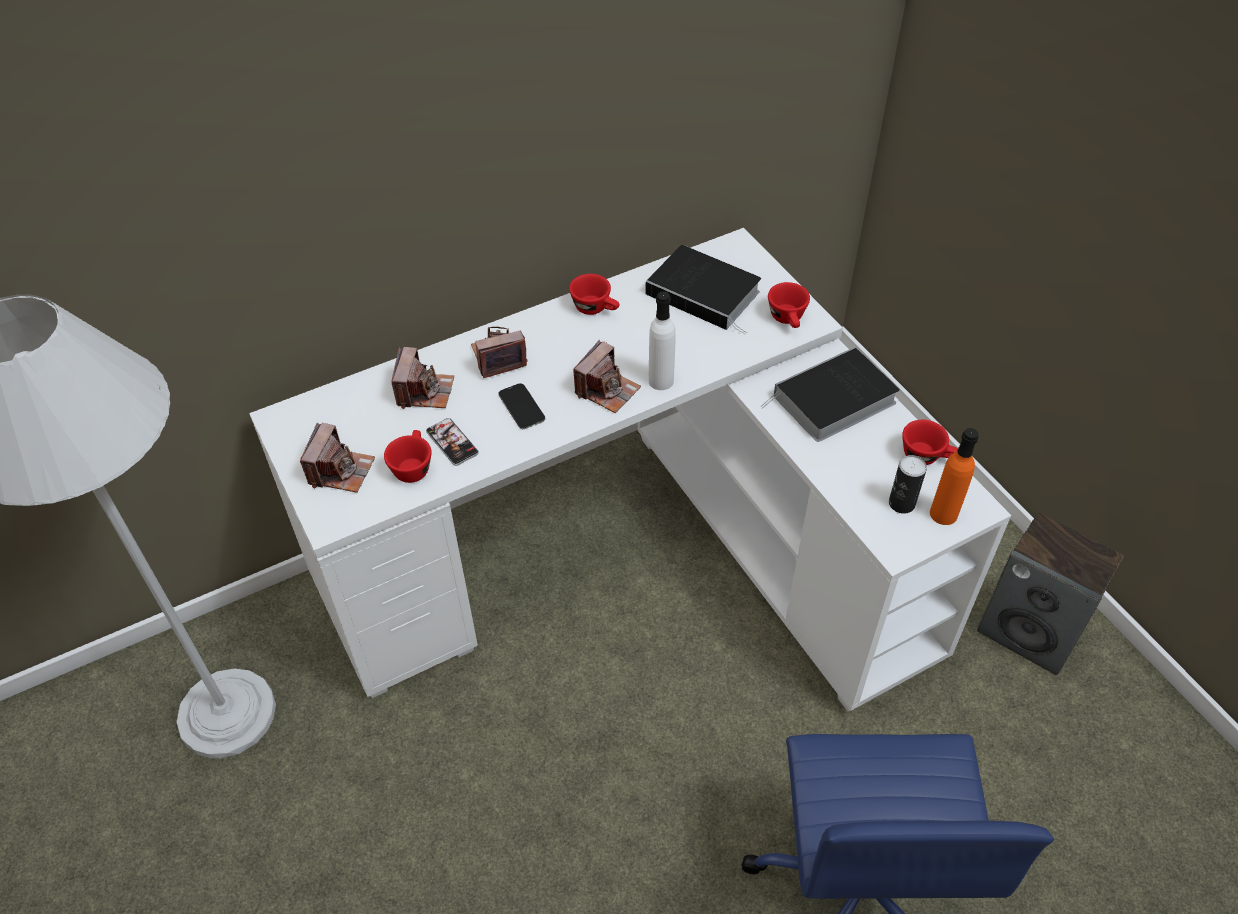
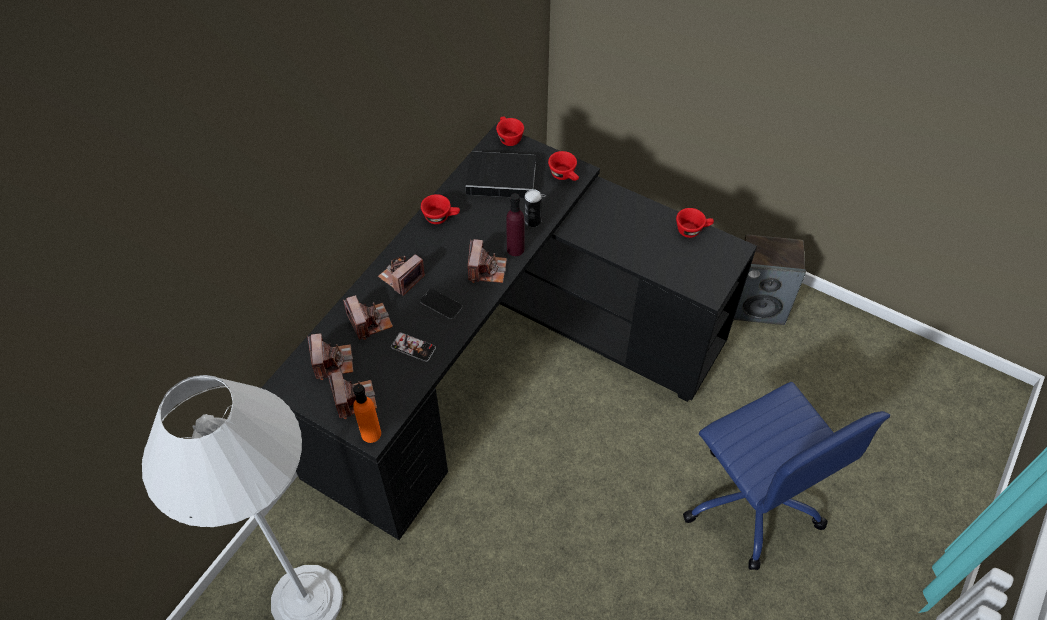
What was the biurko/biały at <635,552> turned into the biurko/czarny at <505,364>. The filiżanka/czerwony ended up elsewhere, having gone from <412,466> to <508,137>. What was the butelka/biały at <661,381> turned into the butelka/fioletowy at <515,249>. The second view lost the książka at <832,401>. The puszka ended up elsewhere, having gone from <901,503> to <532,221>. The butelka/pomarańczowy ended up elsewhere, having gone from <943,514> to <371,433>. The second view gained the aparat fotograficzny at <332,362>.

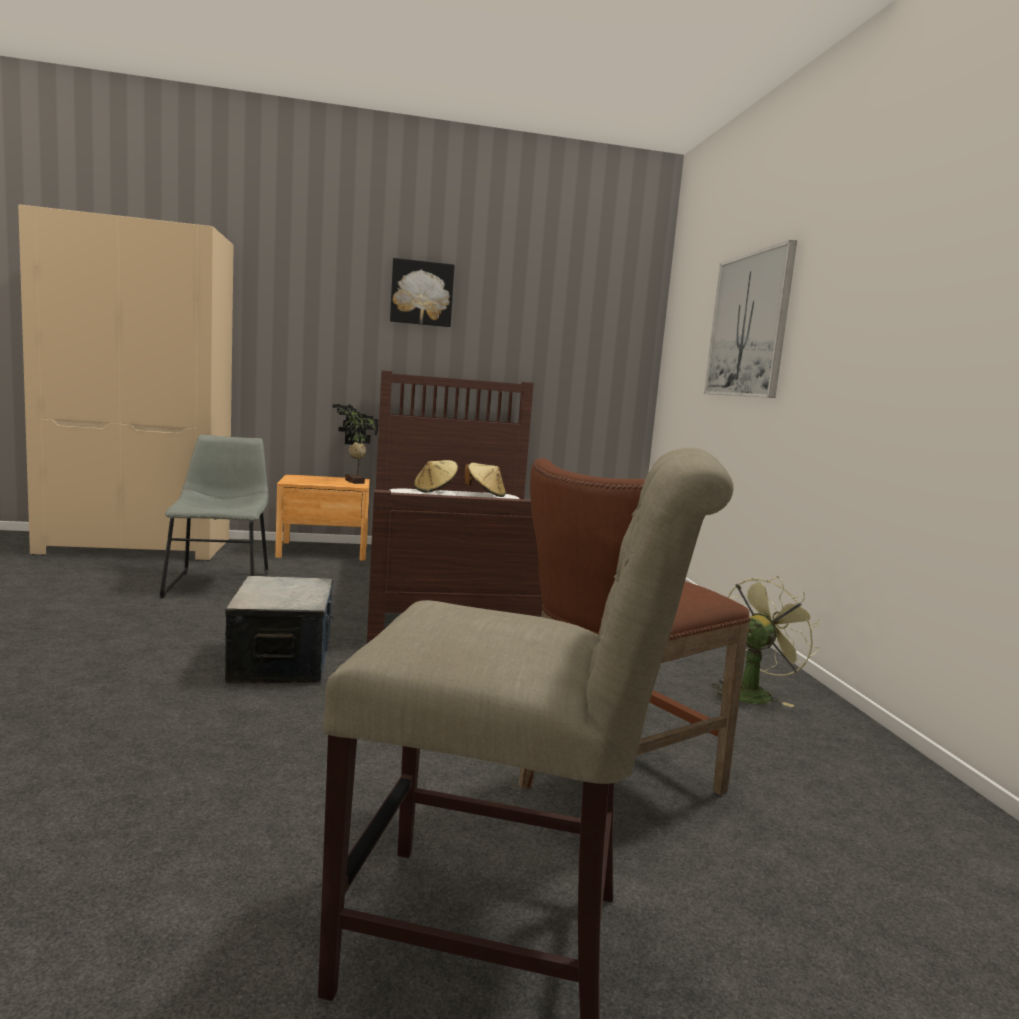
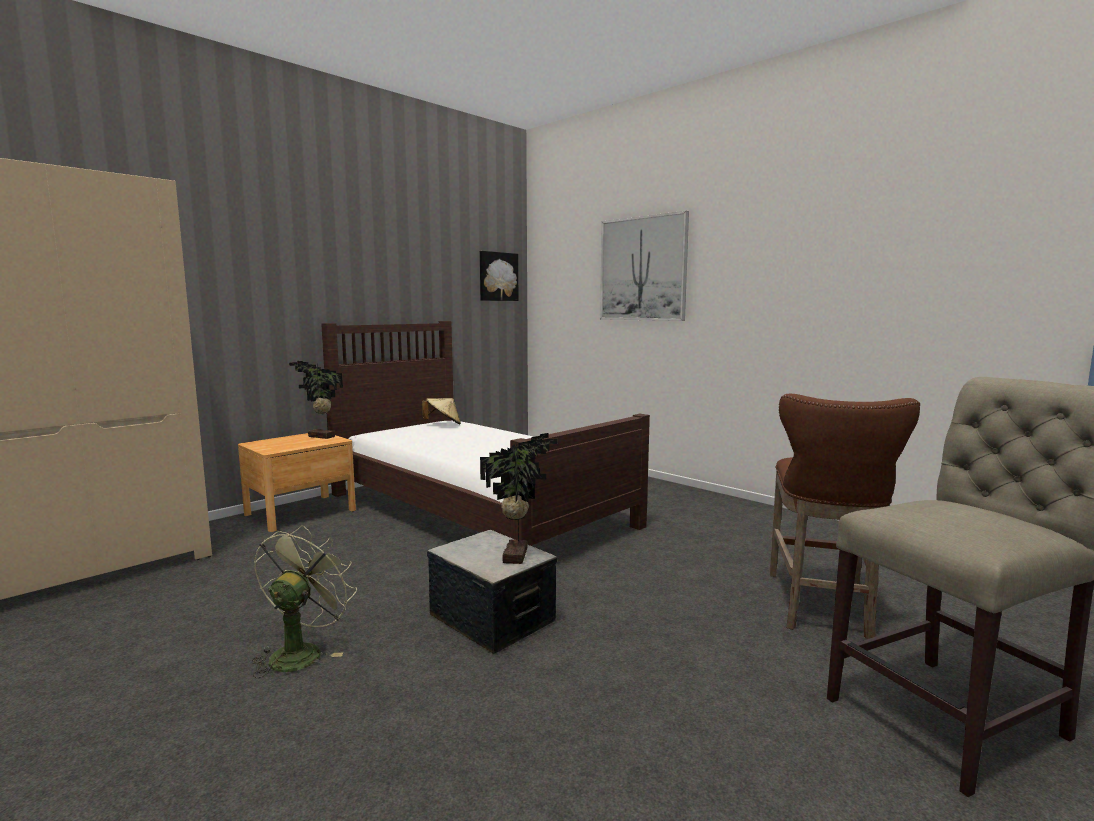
The second view lost the krzesło/szary at <219,583>. The obraz ended up elsewhere, having gone from <421,293> to <497,276>. The second view lost the kapelusz/beżowy at <435,490>. The wentylator/zielony ended up elsewhere, having gone from <753,692> to <301,652>. The second view gained the roślina doniczkowa at <518,555>.

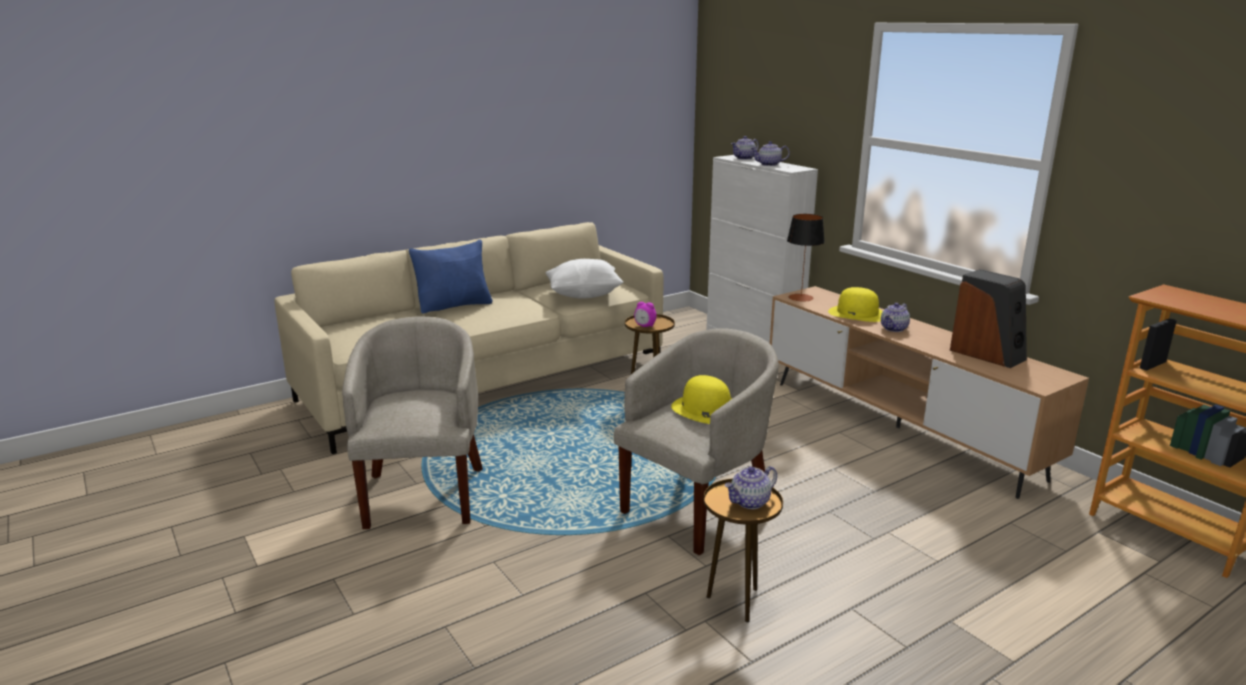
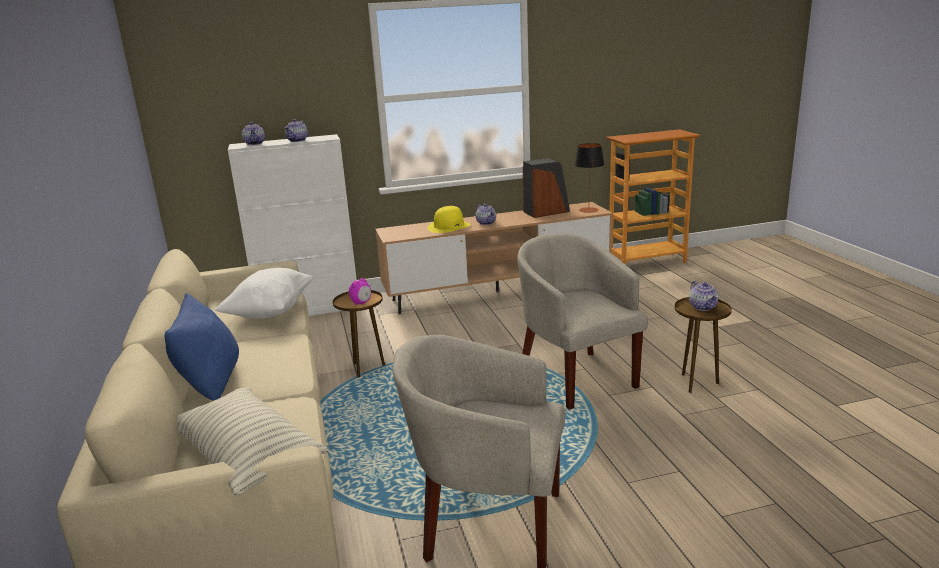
The second view lost the kapelusz/żółty at <705,409>. The lampa stołowa ended up elsewhere, having gone from <801,297> to <588,210>. The second view gained the poduszka at <246,456>.

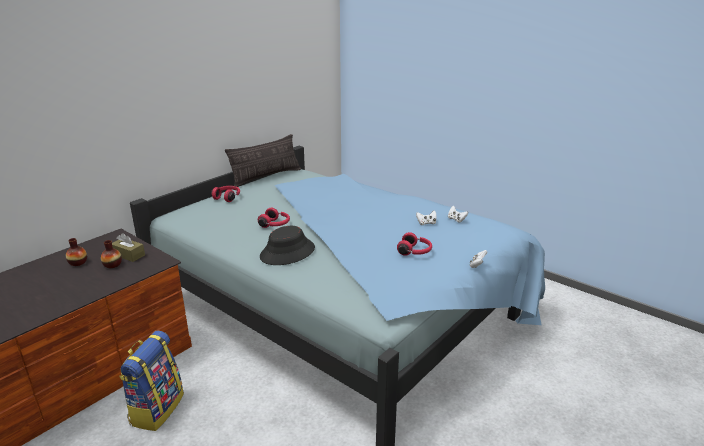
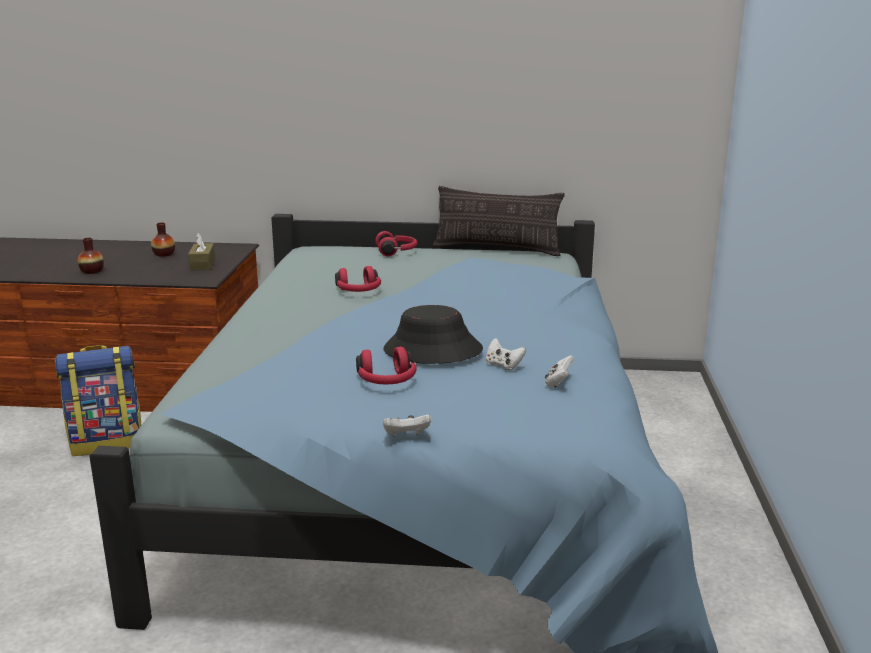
The wazon ended up elsewhere, having gone from <112,265> to <92,271>. The kapelusz/czarny ended up elsewhere, having gone from <287,252> to <432,350>.

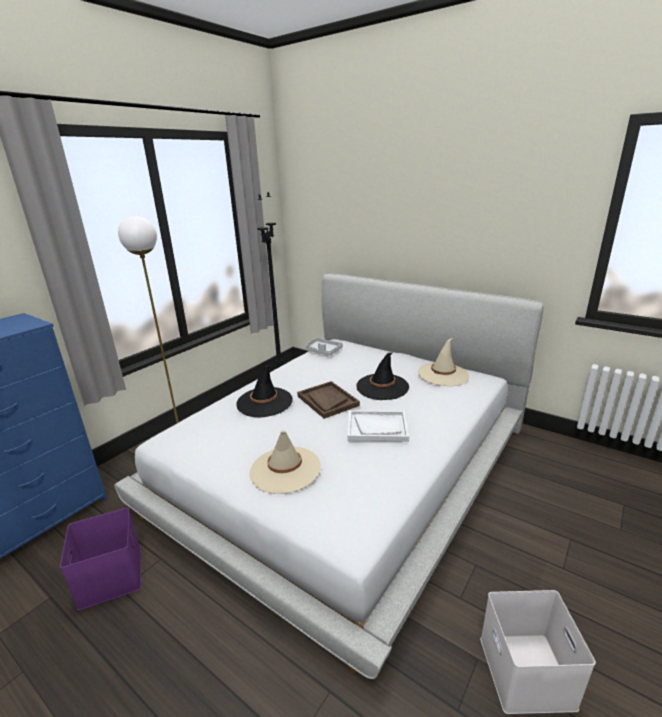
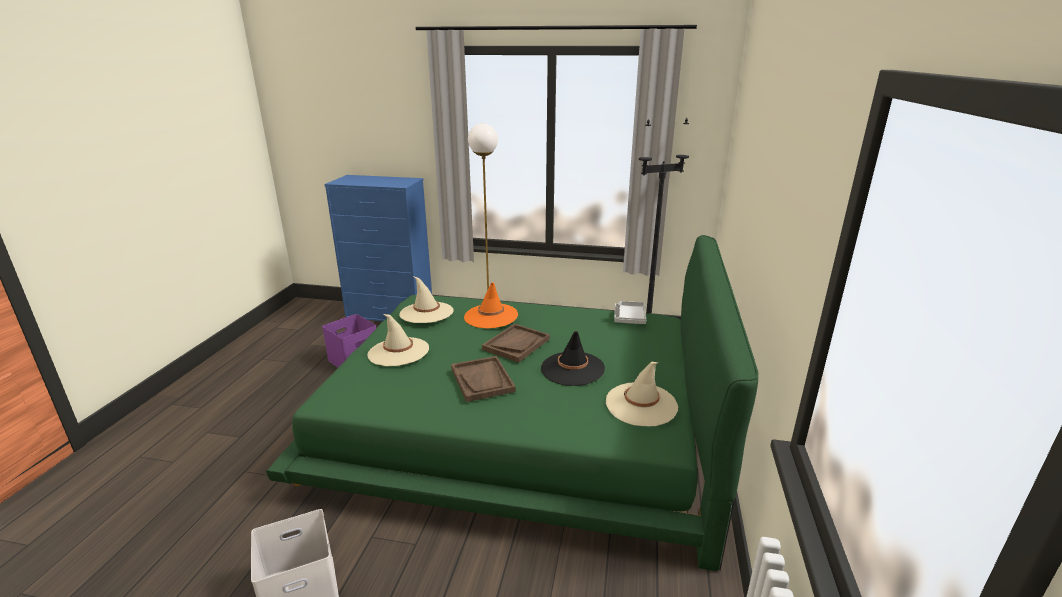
What was the łóżko/biały at <346,464> turned into the łóżko/zielony at <523,423>. What was the kapelusz/czarny at <264,402> turned into the kapelusz/pomarańczowy at <491,316>. What was the taca/biały at <377,427> turned into the taca/brązowy at <482,380>. The second view gained the kapelusz/beżowy at <426,313>.

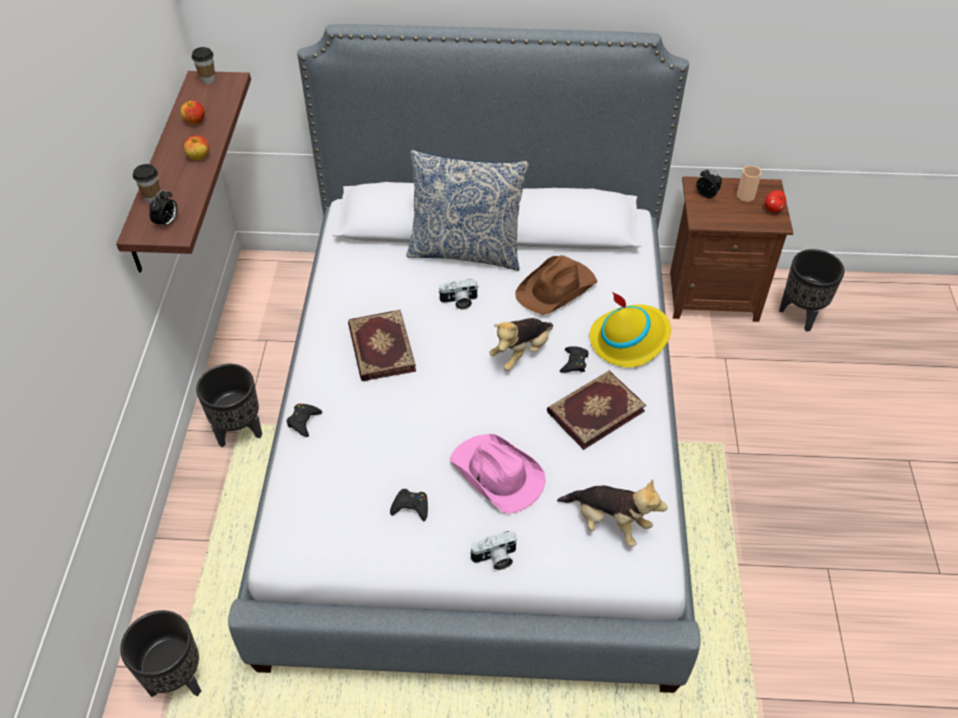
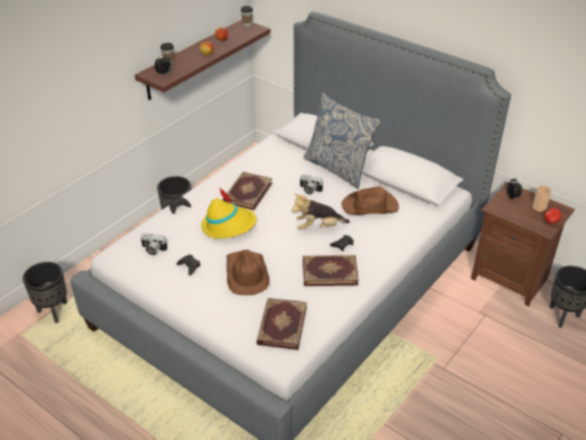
What was the kapelusz/różowy at <497,475> turned into the kapelusz/brązowy at <246,274>. The aparat fotograficzny ended up elsewhere, having gone from <495,558> to <153,249>. Where the pluszak stood at <609,523>, the książka came to stand at <281,325>. The kapelusz/żółty ended up elsewhere, having gone from <629,339> to <228,225>.

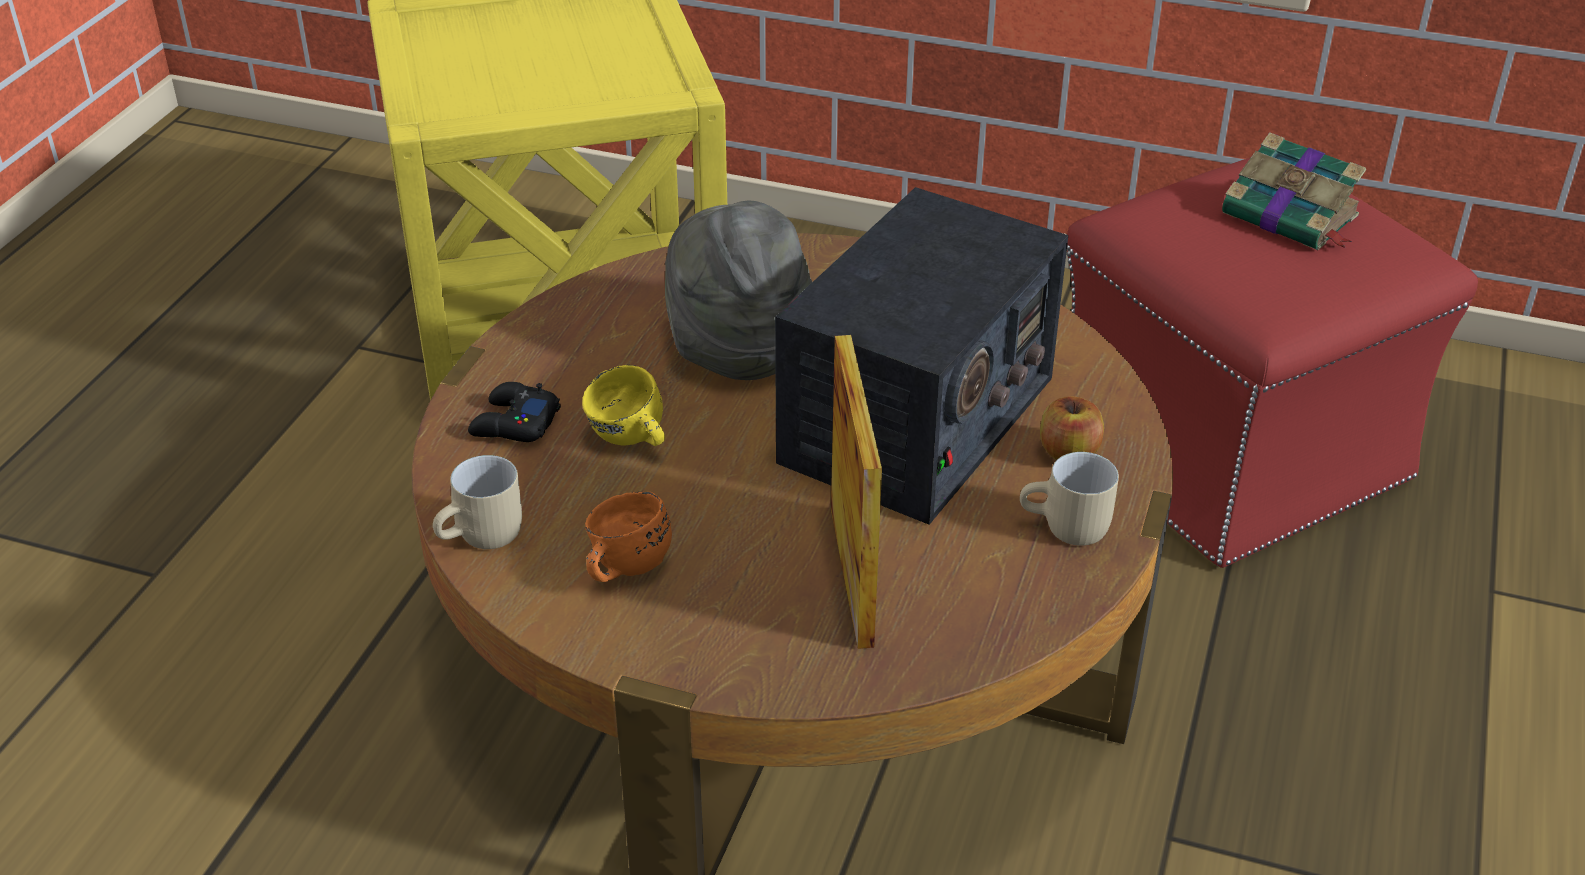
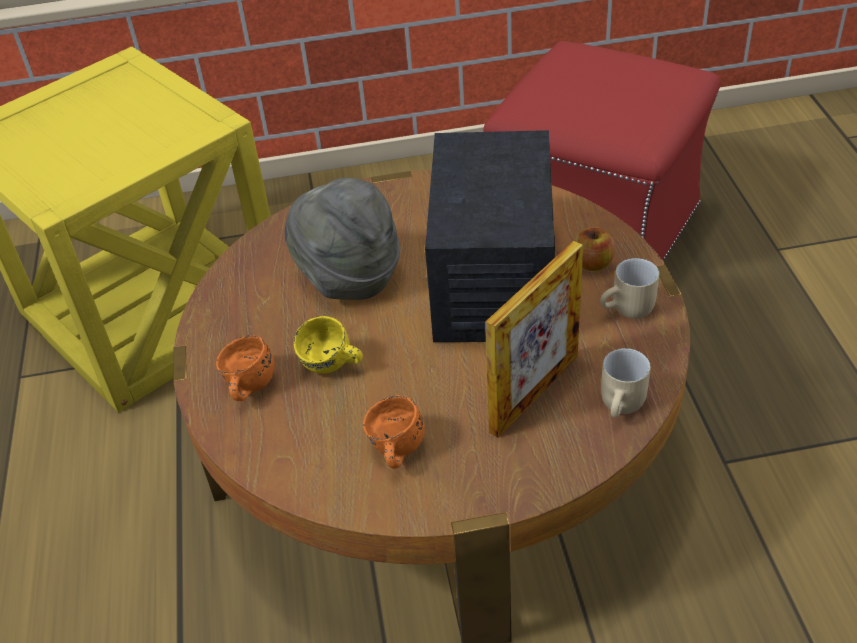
The kubek/beżowy ended up elsewhere, having gone from <484,538> to <624,406>. Where the pad do gier/czarny stood at <514,423>, the kubek/pomarańczowy came to stand at <247,387>. The ramka na zdjęcie at <851,576> ended up facing another way, 75 degrees clockwise from before. The second view lost the książka at <1292,216>.

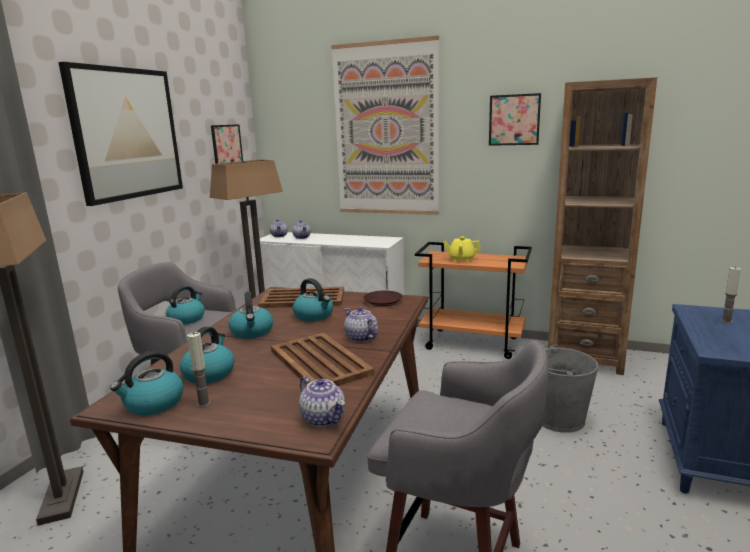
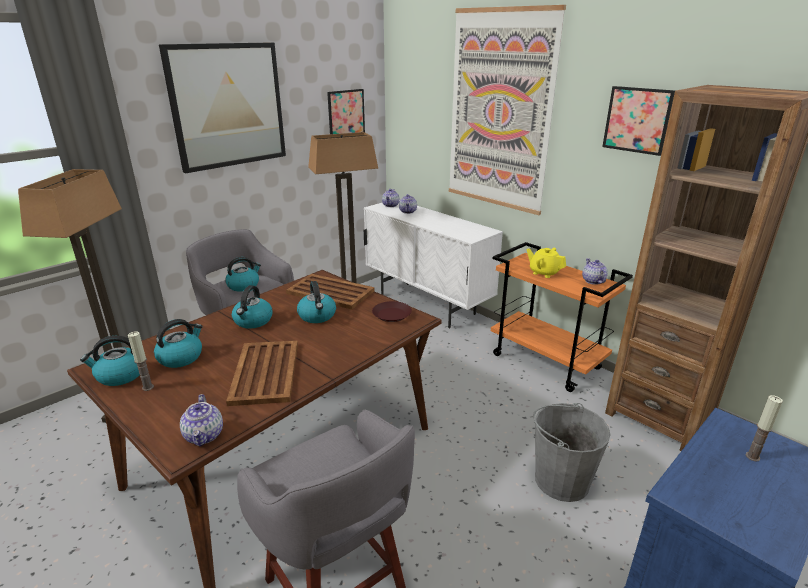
The imbryk ended up elsewhere, having gone from <360,337> to <592,281>.

